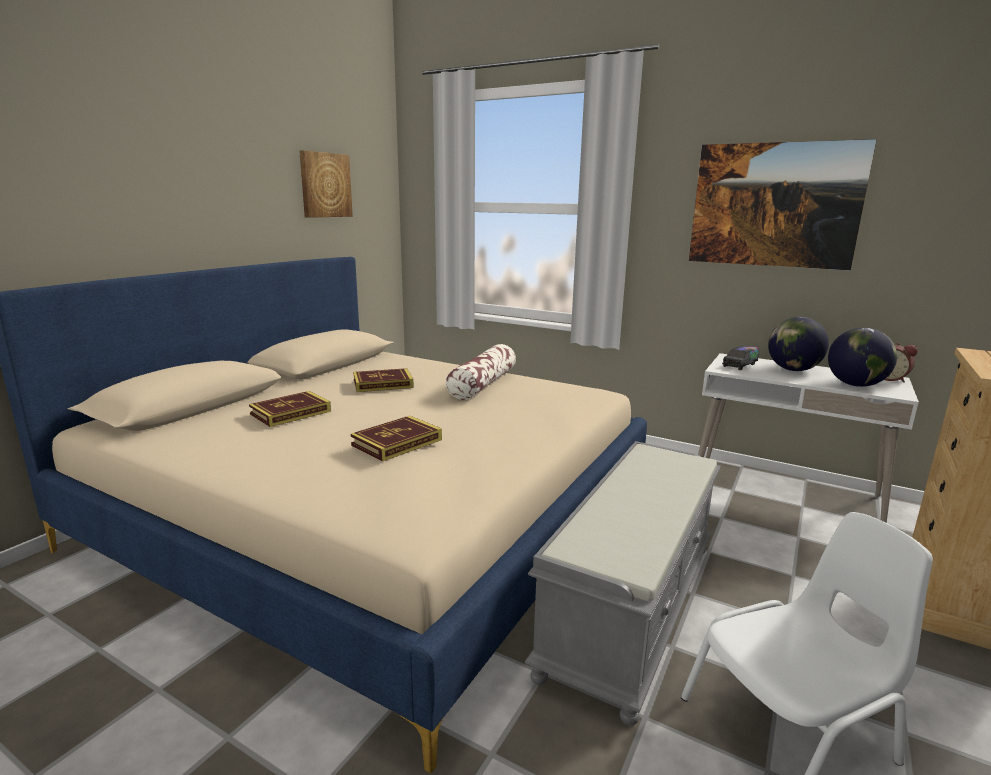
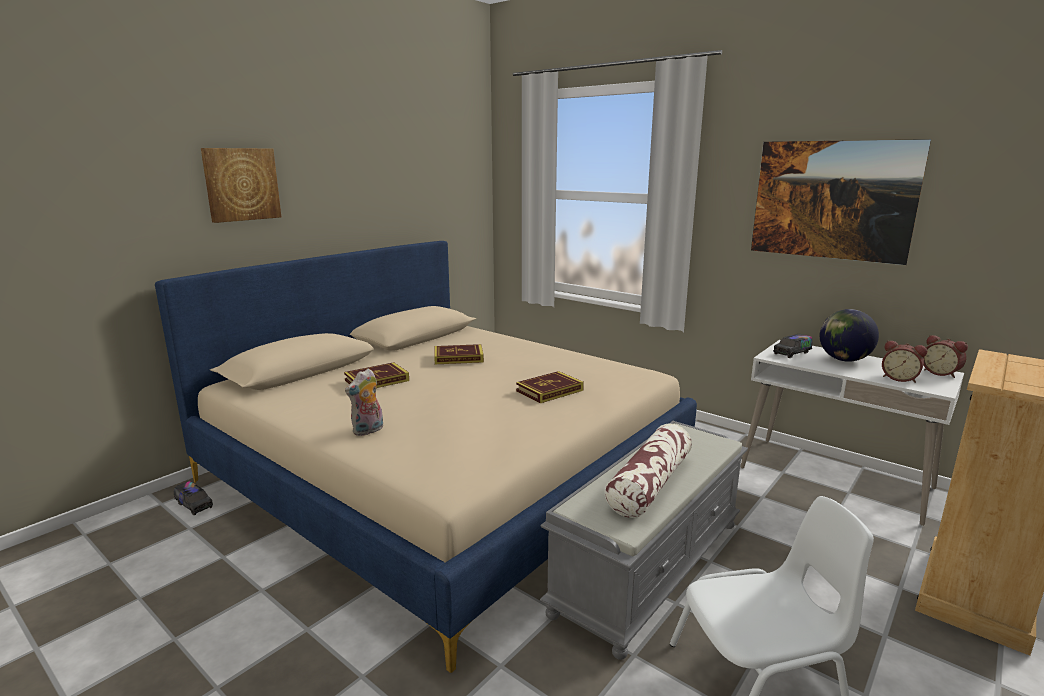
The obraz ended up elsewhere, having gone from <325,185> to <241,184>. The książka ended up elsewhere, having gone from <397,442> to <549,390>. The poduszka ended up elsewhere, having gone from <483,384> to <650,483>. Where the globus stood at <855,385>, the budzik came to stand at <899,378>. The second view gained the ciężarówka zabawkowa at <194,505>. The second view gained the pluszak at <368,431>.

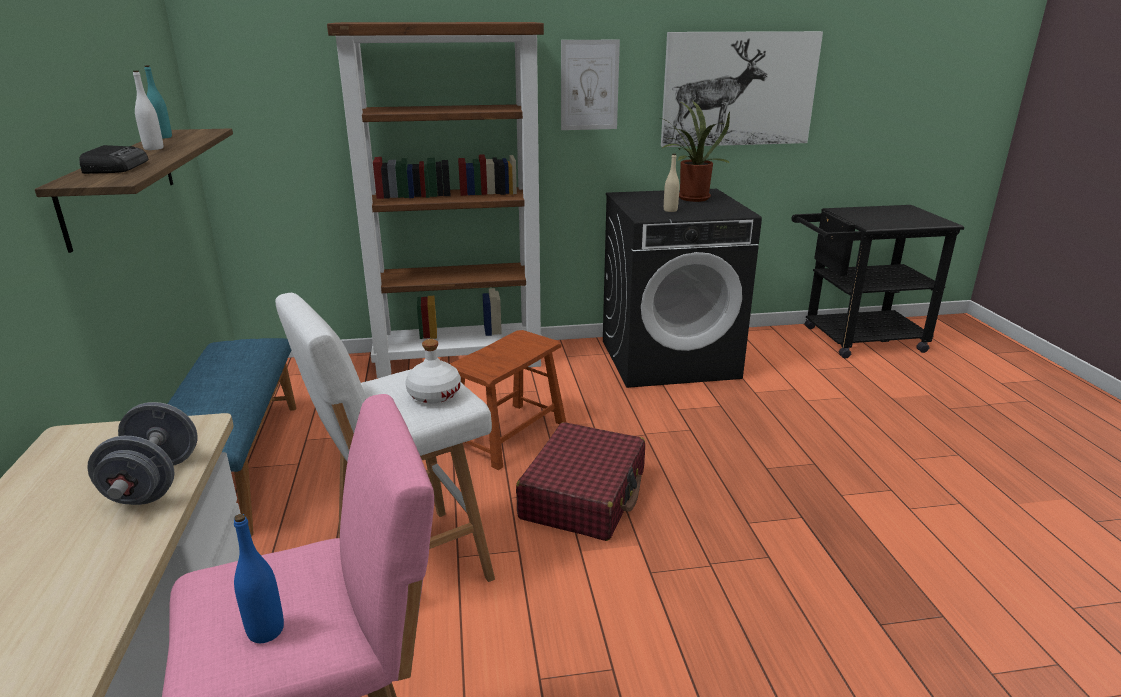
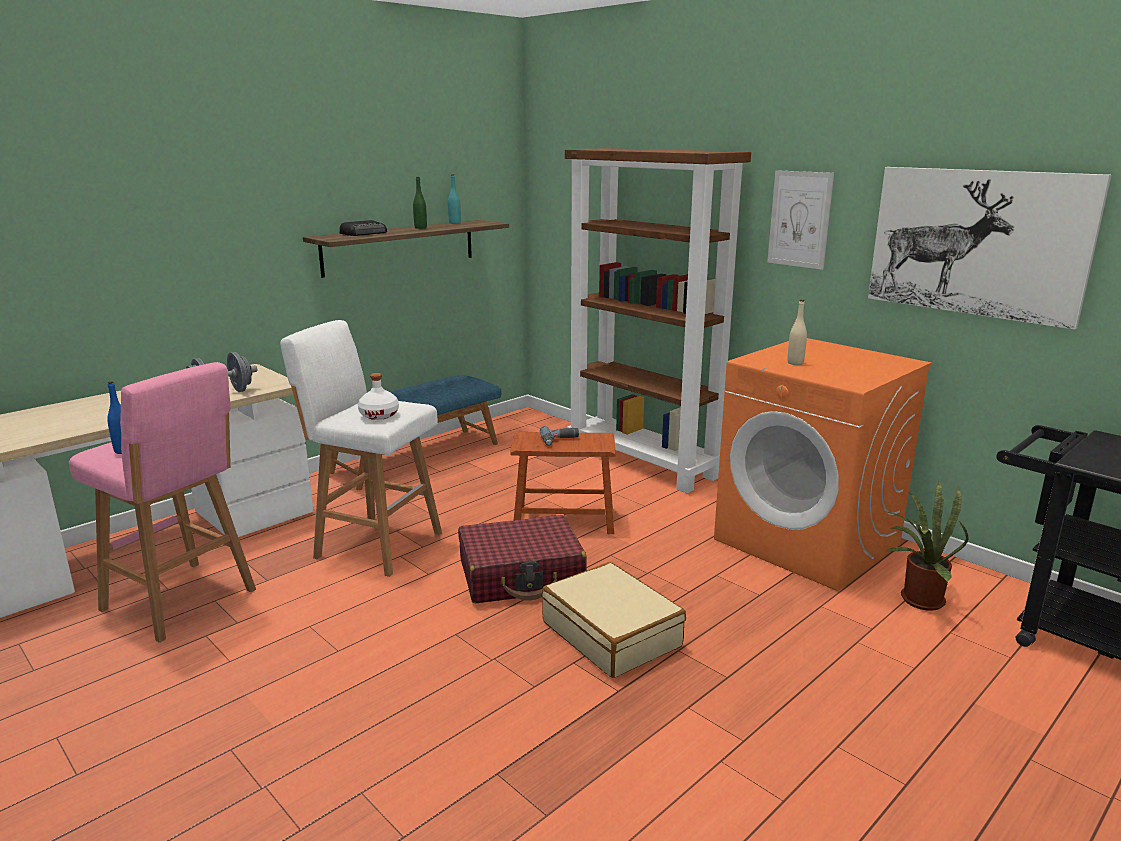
What was the butelka/biały at <153,148> turned into the butelka/zielony at <420,228>. What was the pralka/czarny at <669,358> turned into the pralka/pomarańczowy at <808,542>. The roślina doniczkowa ended up elsewhere, having gone from <690,198> to <917,599>. The second view gained the wiertarka at <560,440>. The second view gained the walizka/beżowy at <612,634>.

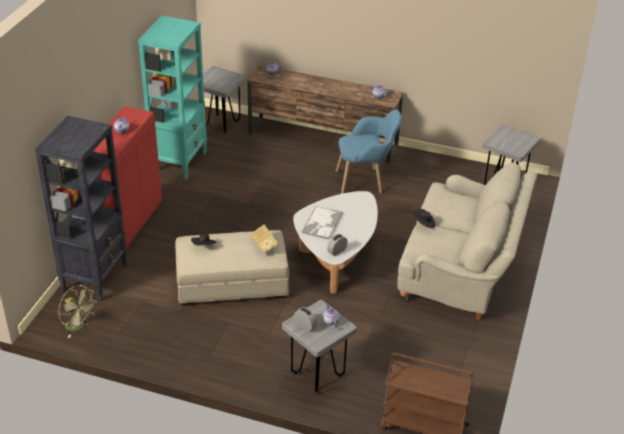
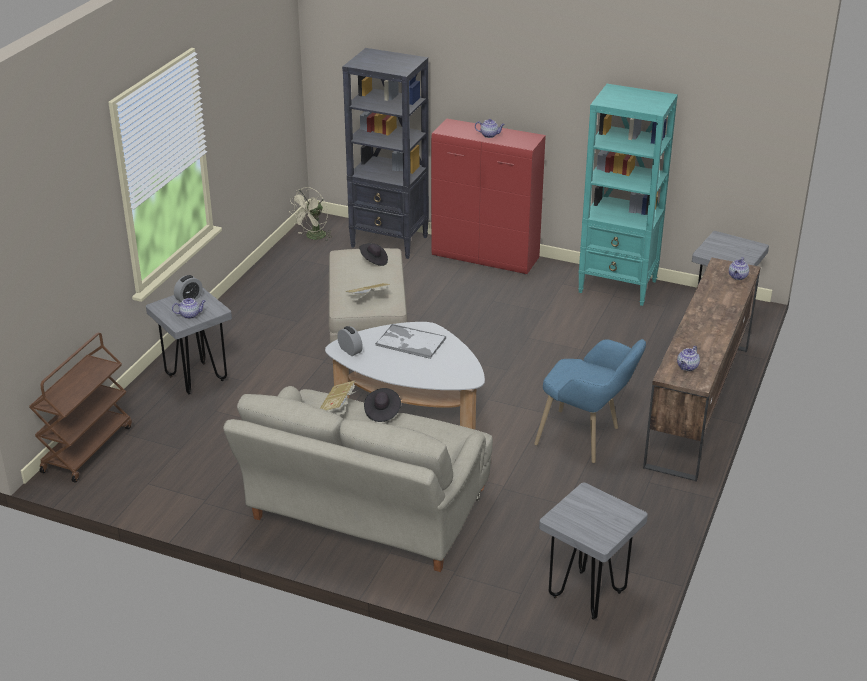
The fotel/niebieski at <365,182> ended up facing another way, 60 degrees counterclockwise from before. The second view gained the książka at <338,408>.

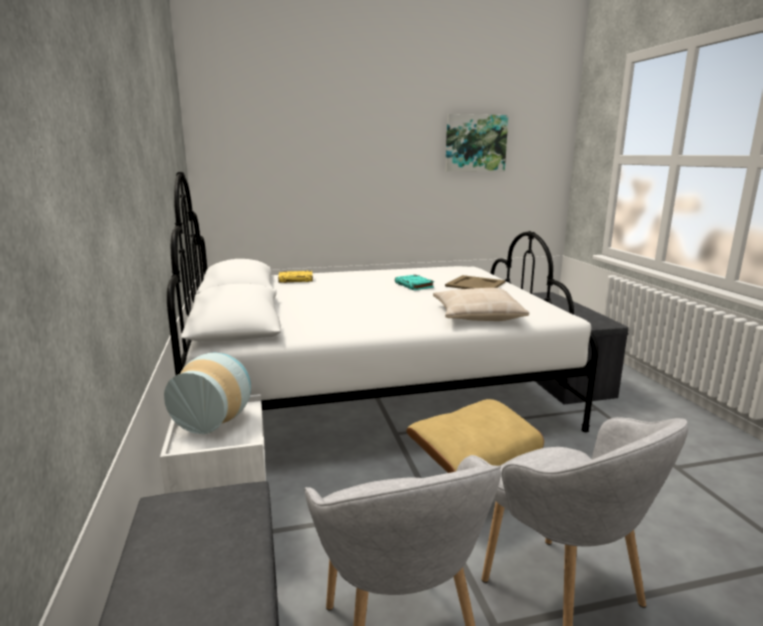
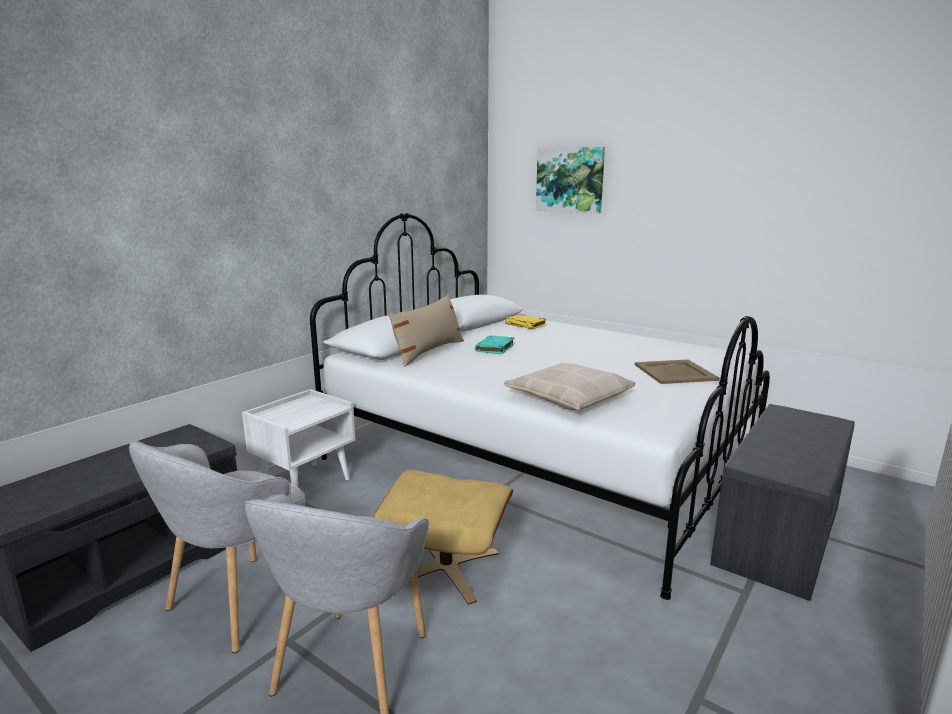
The second view lost the wazon at <216,420>. The książka/turkusowy ended up elsewhere, having gone from <414,285> to <495,348>. The obraz ended up elsewhere, having gone from <475,143> to <570,180>. The second view gained the poduszka/beżowy at <428,352>.

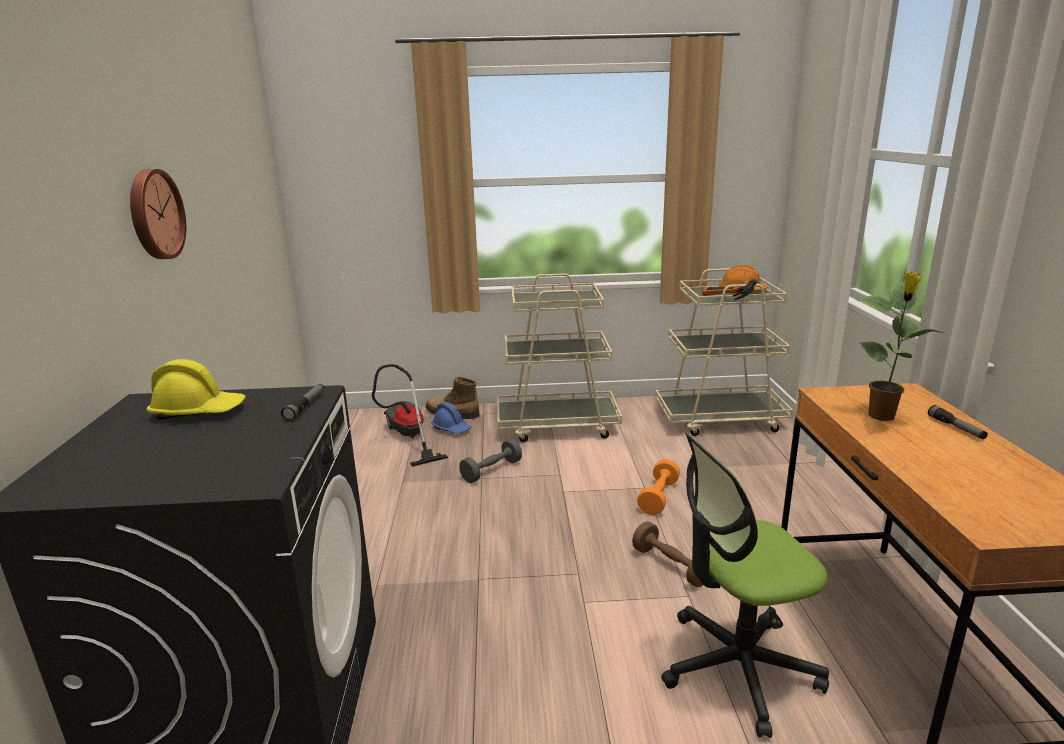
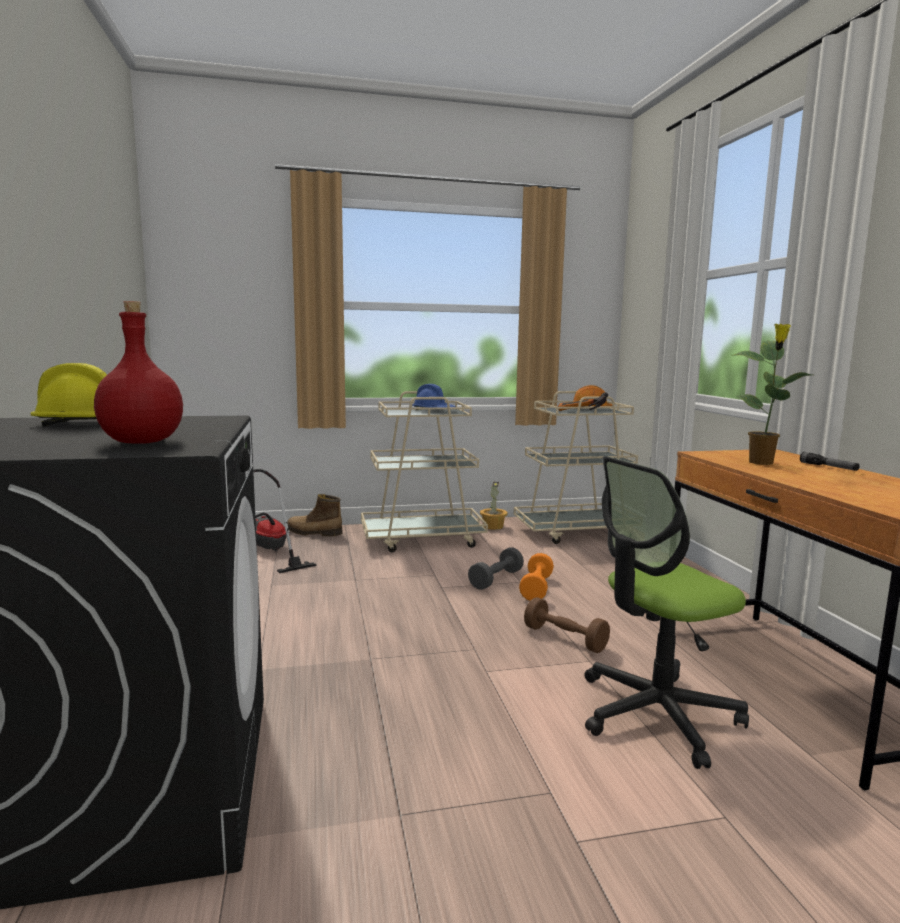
The second view lost the zegar ścienny at <154,214>. The second view lost the latarka at <305,406>. The kask/niebieski ended up elsewhere, having gone from <451,428> to <433,410>. The hantel/szary ended up elsewhere, having gone from <491,471> to <496,579>. The second view gained the butelka/czerwony at <143,442>. The second view gained the roślina doniczkowa at <493,526>.

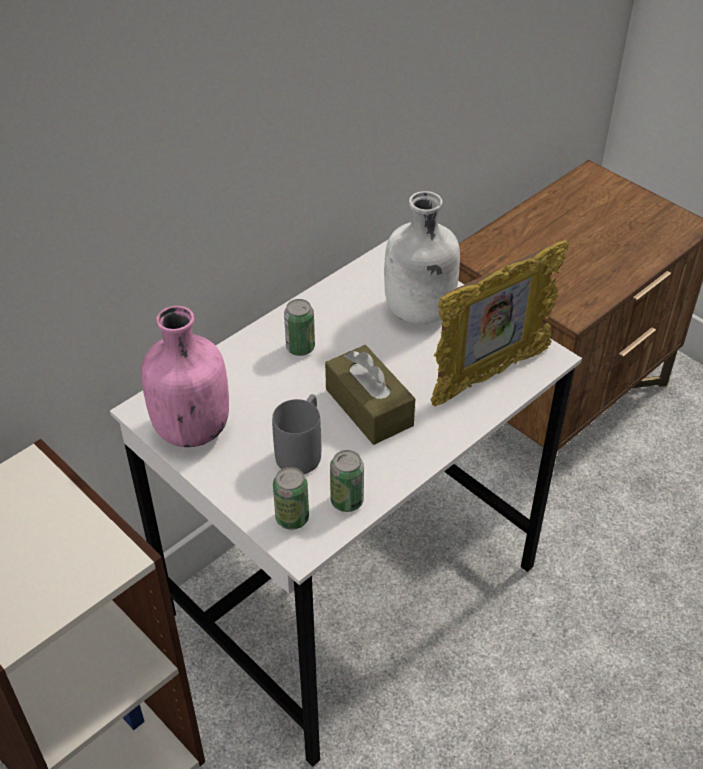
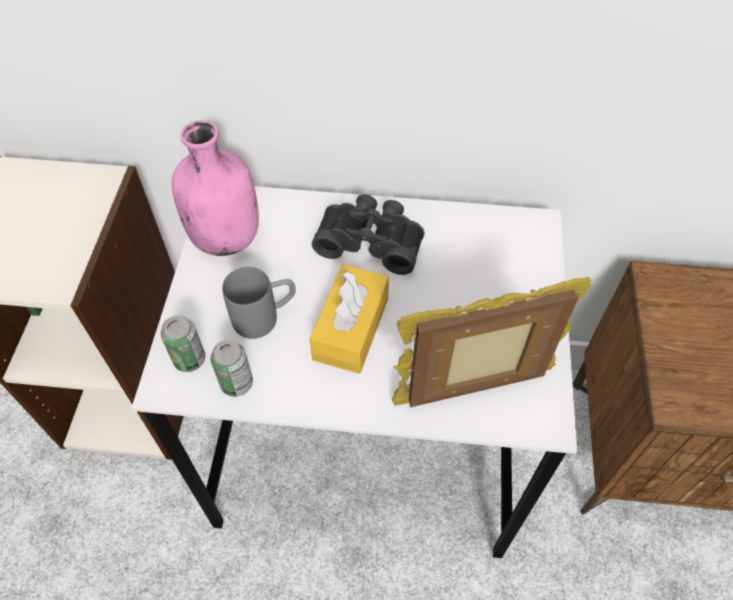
Where the puszka stood at <300,348>, the lornetka/czarny came to stand at <371,241>. What was the pudełko chusteczek/brązowy at <369,407> turned into the pudełko chusteczek/żółty at <351,328>. The second view lost the butelka/biały at <419,312>. The ramka na zdjęcie at <489,376> ended up facing another way, 150 degrees clockwise from before.

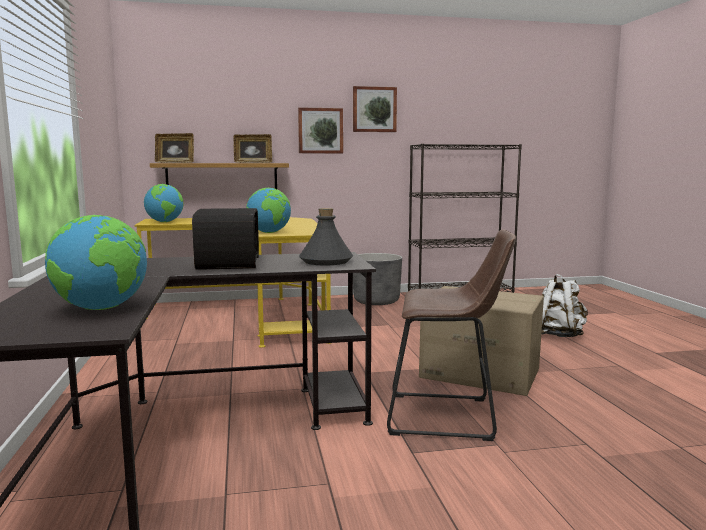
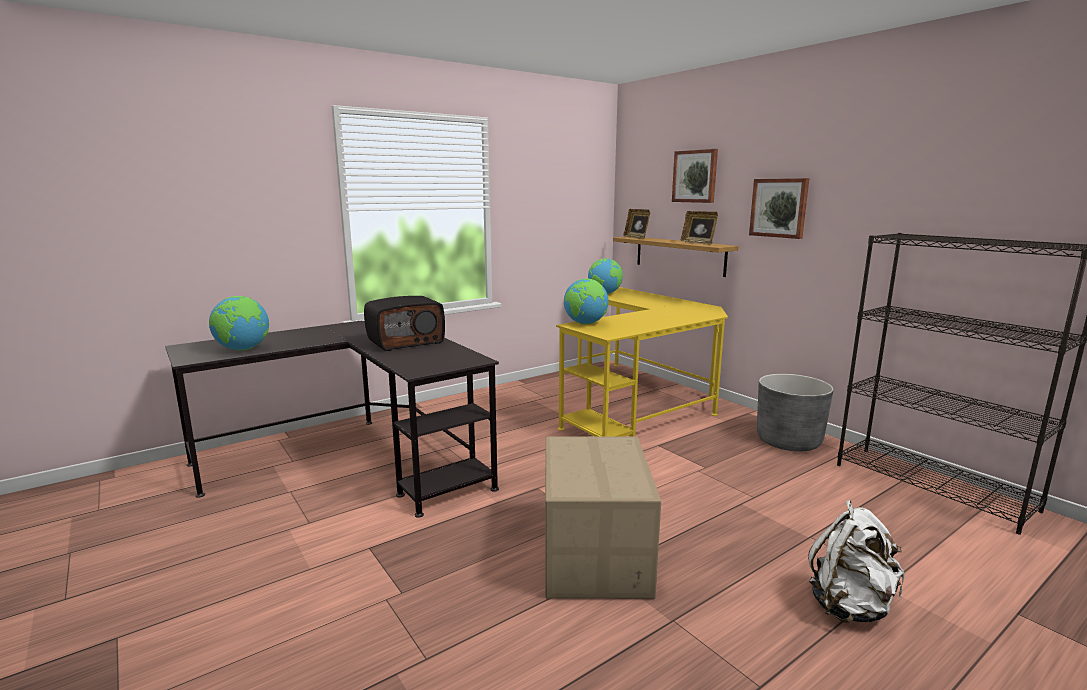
The second view lost the butelka/szary at <326,261>. The obraz ended up elsewhere, having gone from <374,109> to <695,176>. The second view lost the stołek/brązowy at <448,417>.

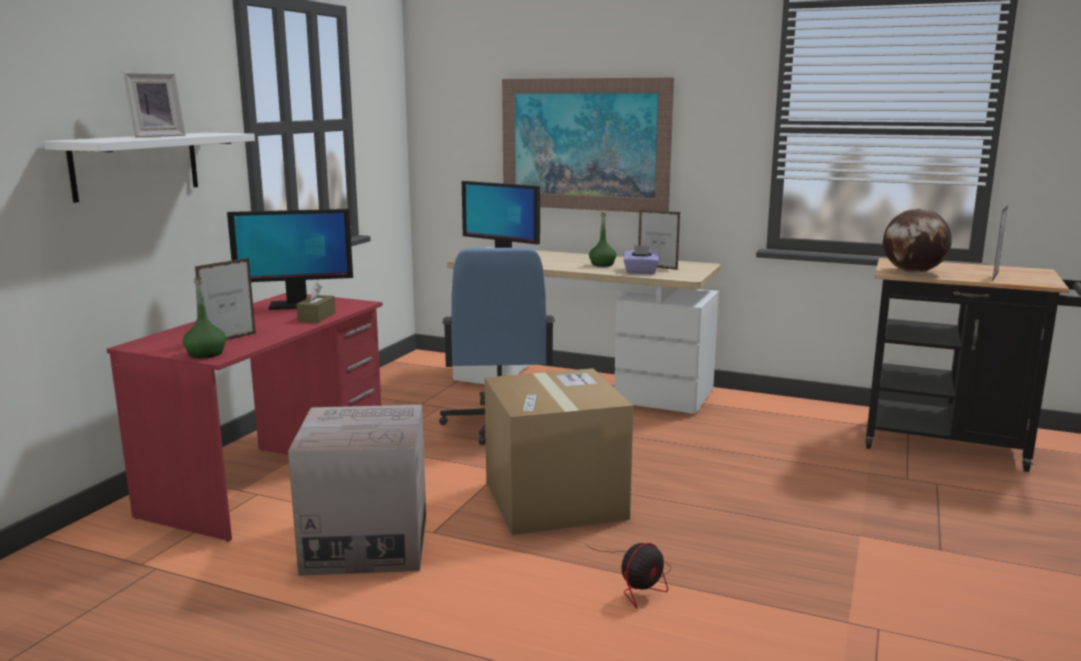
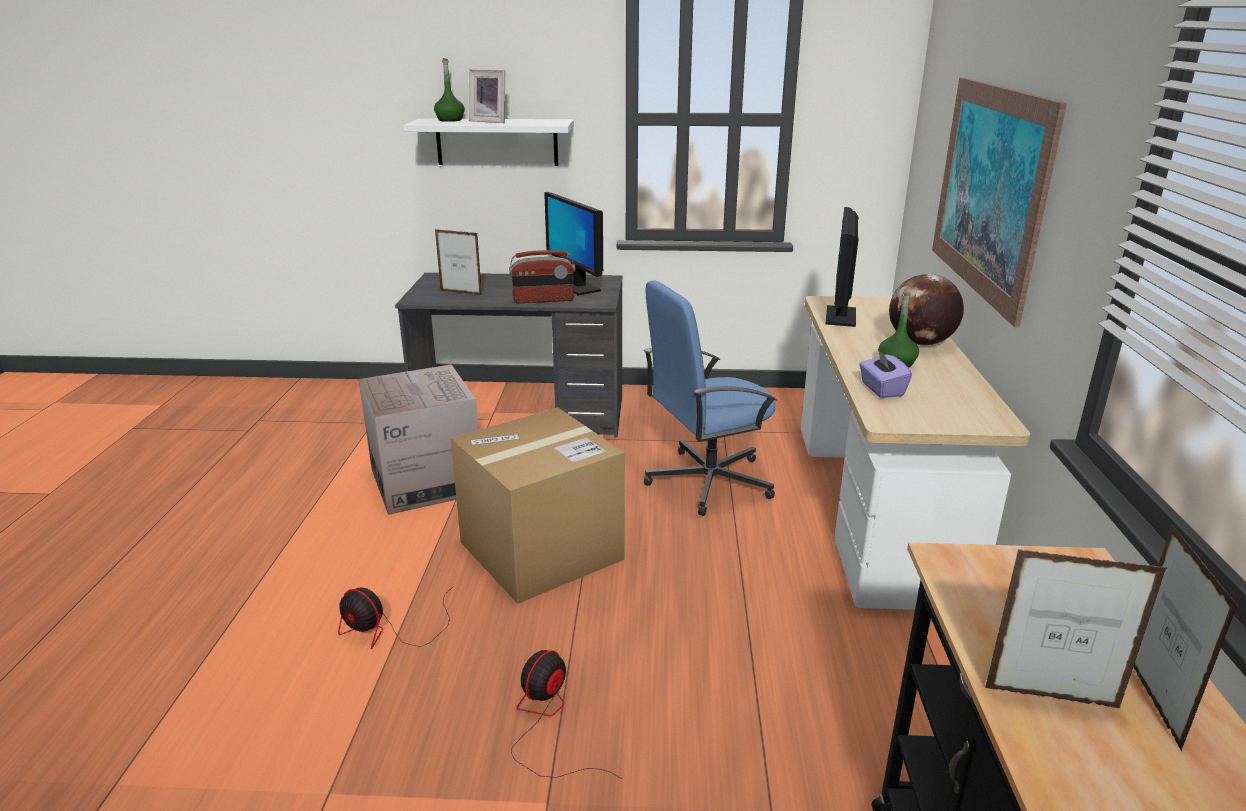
What was the biurko/czerwony at <271,476> turned into the biurko/szary at <522,415>. The butelka/zielony ended up elsewhere, having gone from <205,354> to <450,120>. Where the pudełko chusteczek/brązowy stood at <317,317>, the radio came to stand at <543,300>. The ramka na zdjęcie ended up elsewhere, having gone from <657,268> to <1153,702>. The globus ended up elsewhere, having gone from <913,272> to <920,343>. The second view gained the wentylator at <547,722>.

